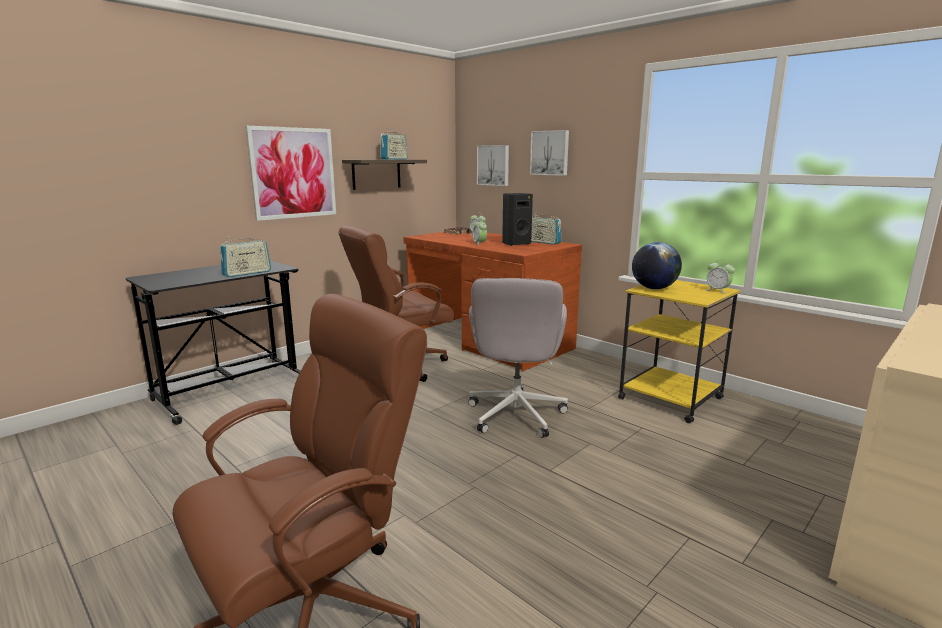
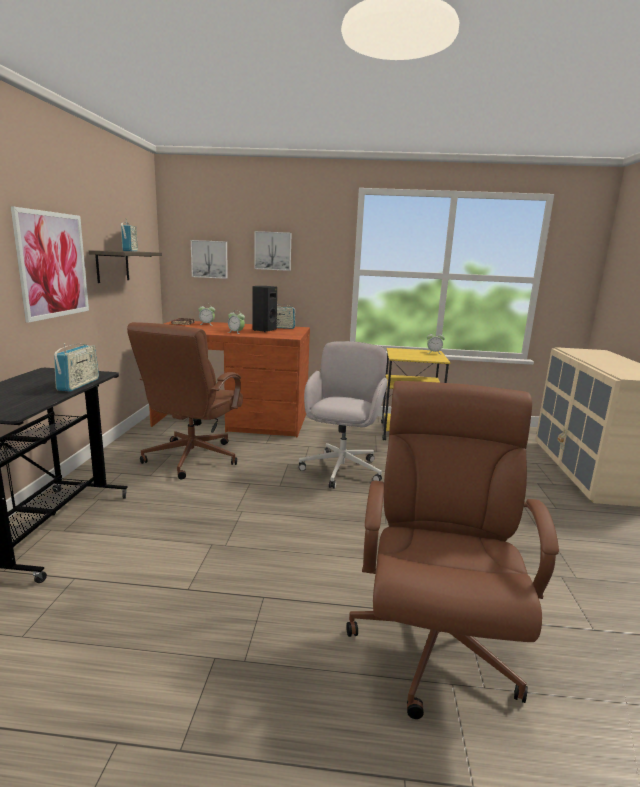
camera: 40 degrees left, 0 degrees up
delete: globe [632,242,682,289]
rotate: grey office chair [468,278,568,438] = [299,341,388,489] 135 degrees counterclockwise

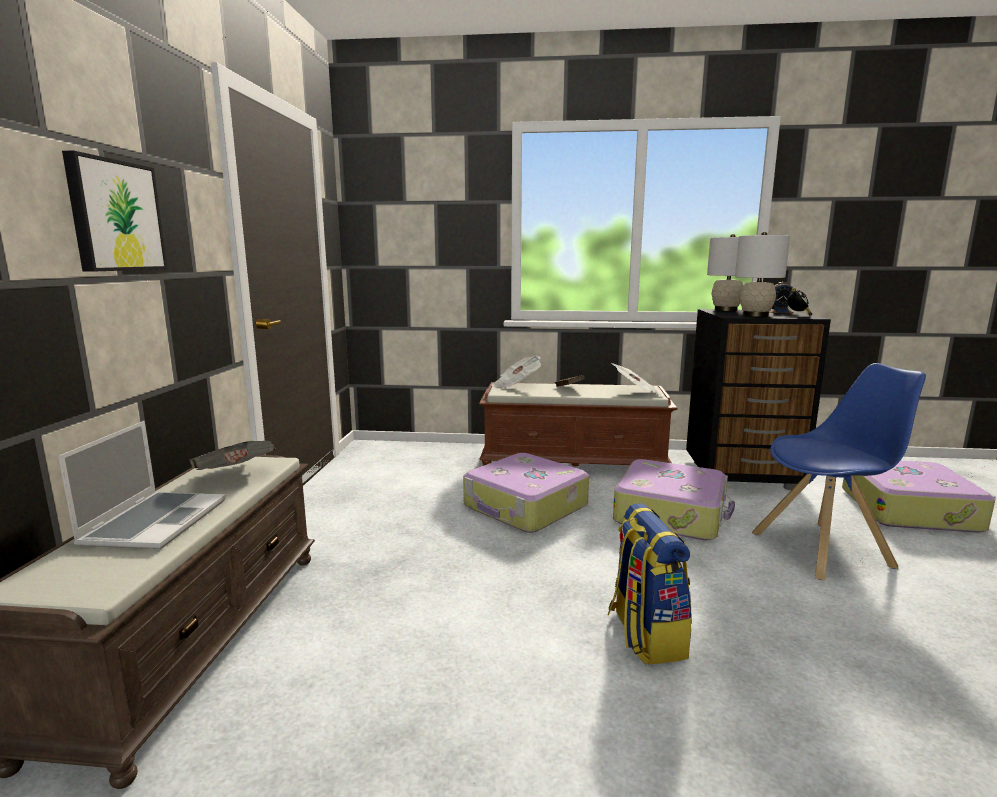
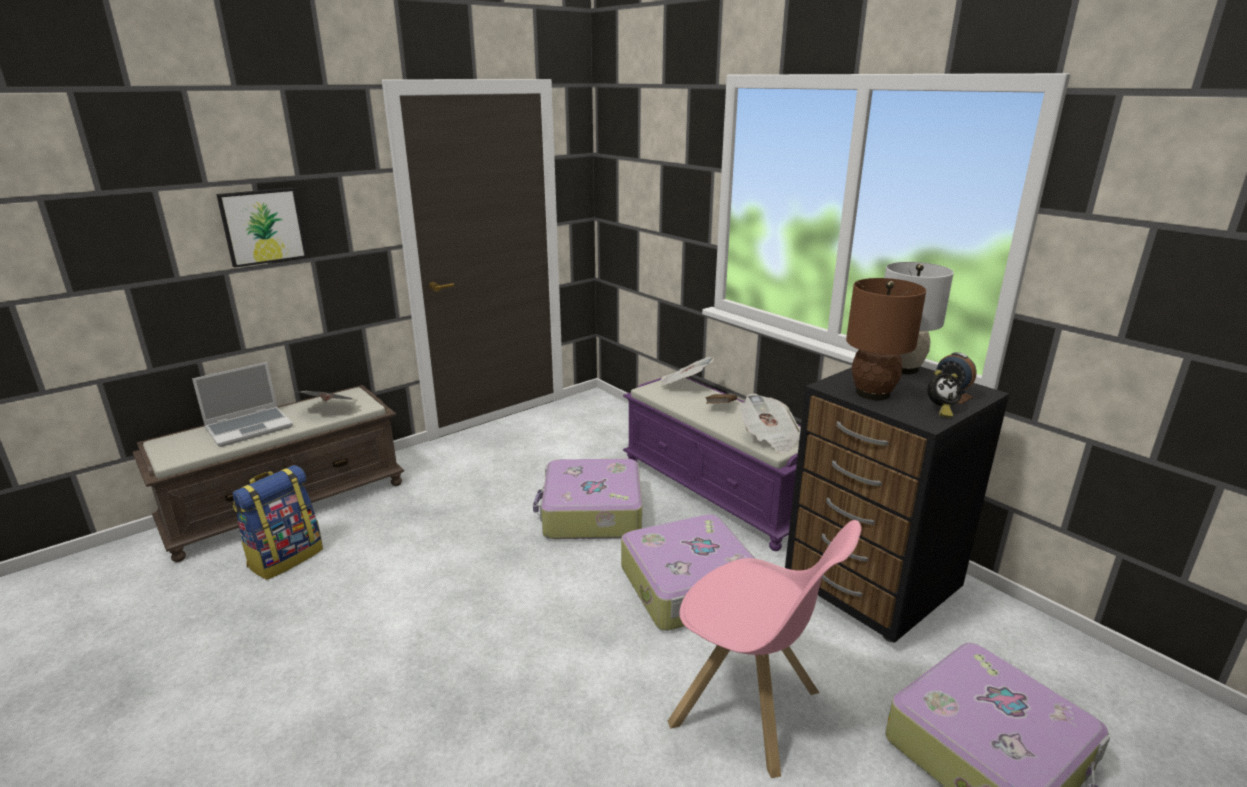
camera: 45 degrees right, 10 degrees up
move: backpack [608,503,692,664] to [233,465,323,580]
recolor: white table lamp [735,232,790,317] to brown table lamp [846,278,926,400]; blue chair [752,363,926,581] to pink chair [668,520,861,778]; brown bench [479,382,678,466] to purple bench [623,377,801,551]

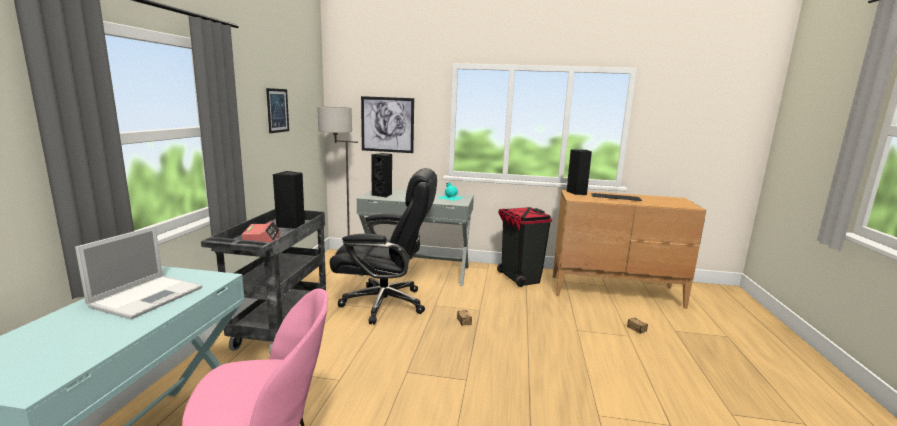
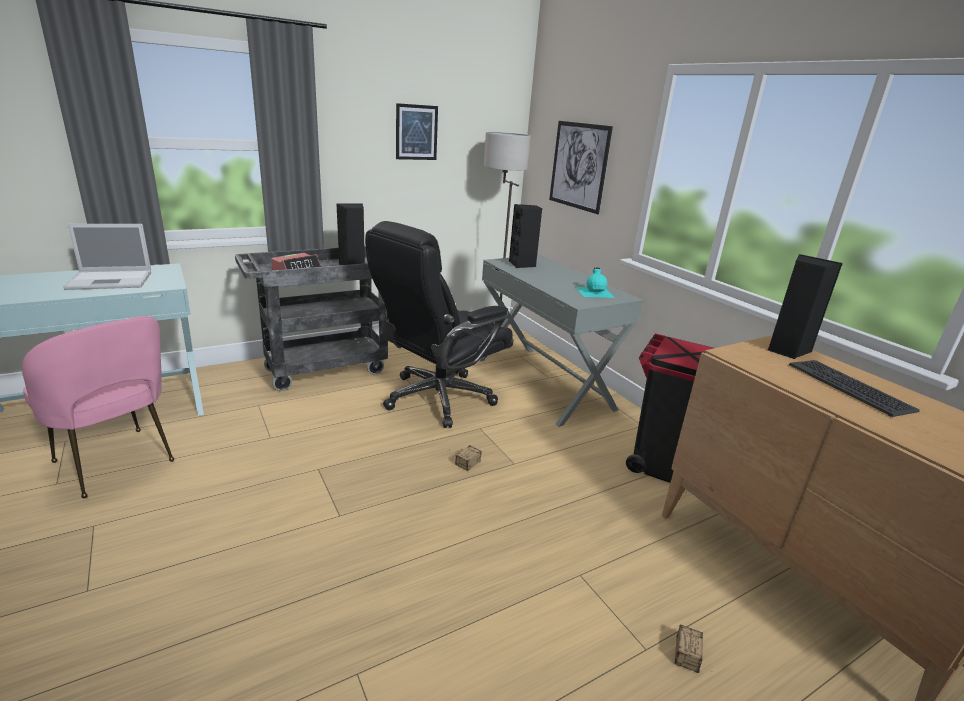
camera: 50 degrees right, 10 degrees up
rotate: black office chair [330,168,437,325] = [365,221,513,428] 75 degrees clockwise

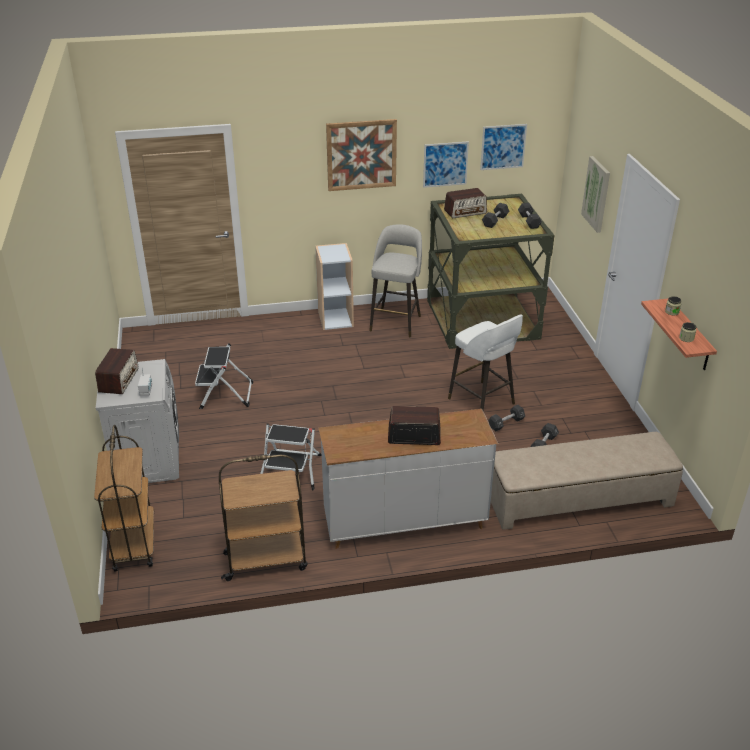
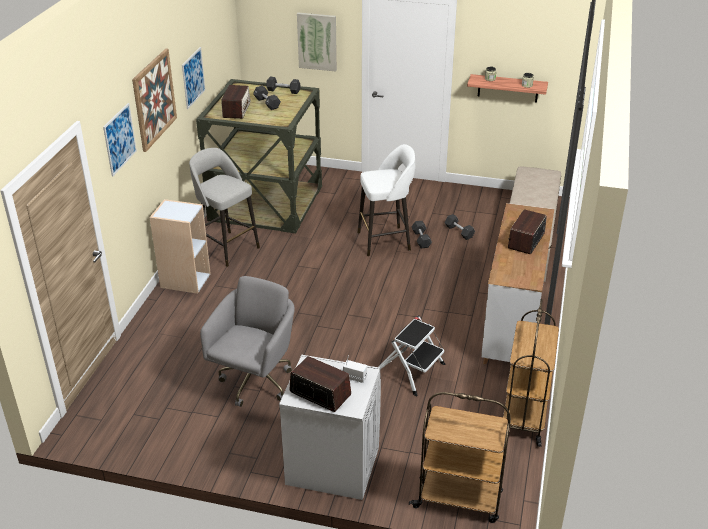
camera: 65 degrees left, 0 degrees up
move: picture [480,124,527,170] to [103,103,137,176]
replace: step ladder [195,343,253,409] to grey office chair [200,276,295,407]

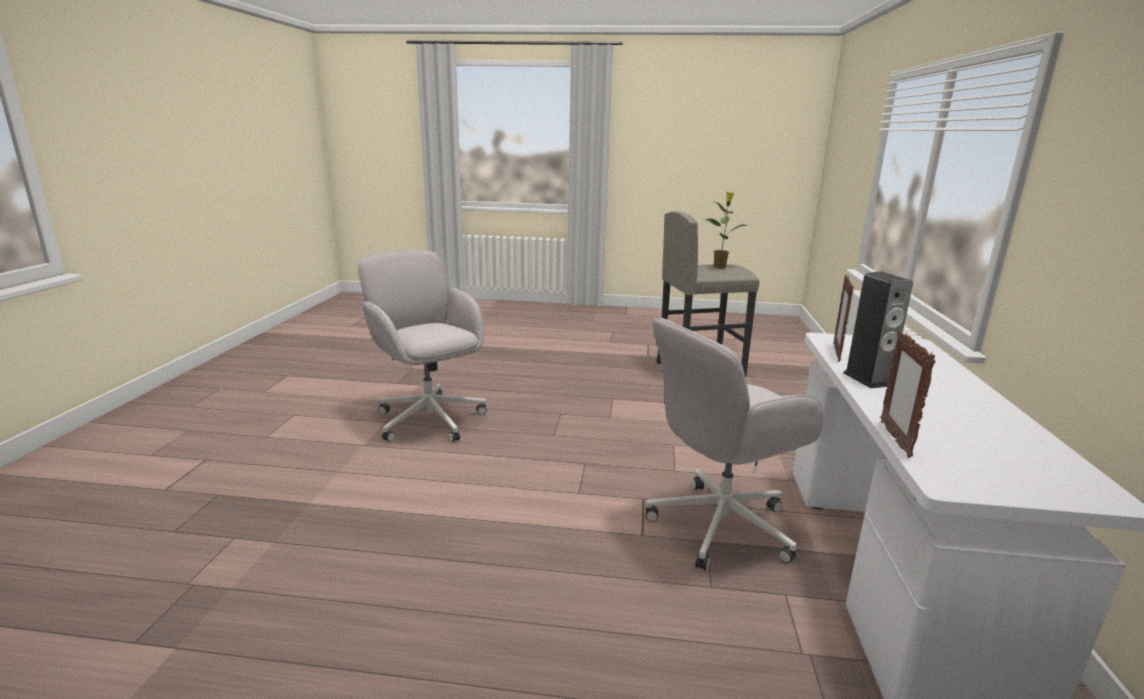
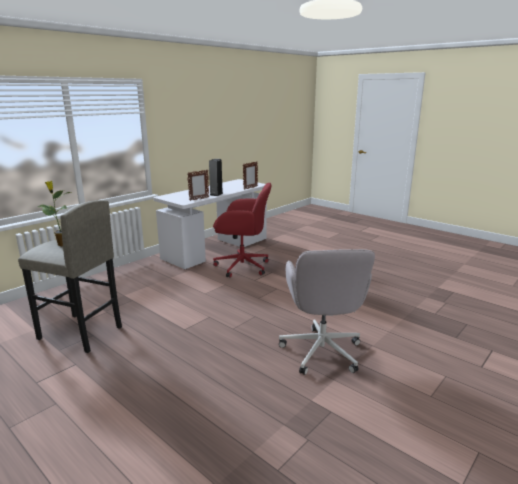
camera: 145 degrees left, 0 degrees up
recolor: grey office chair [645,317,823,571] to red office chair [213,183,271,278]

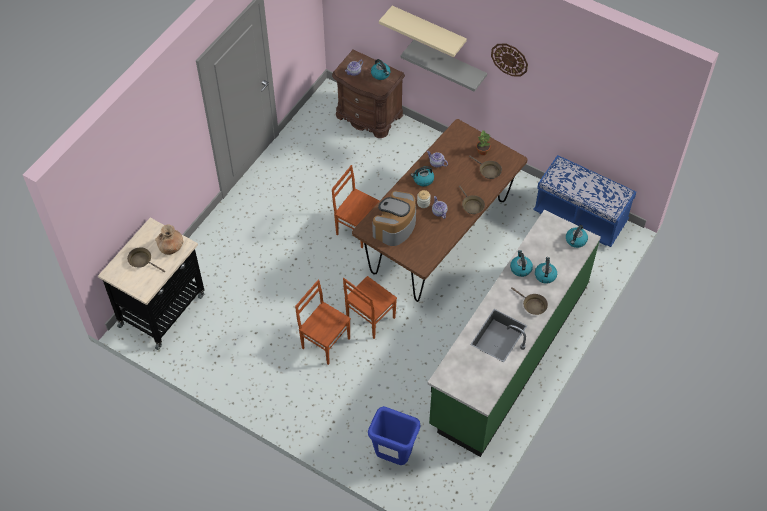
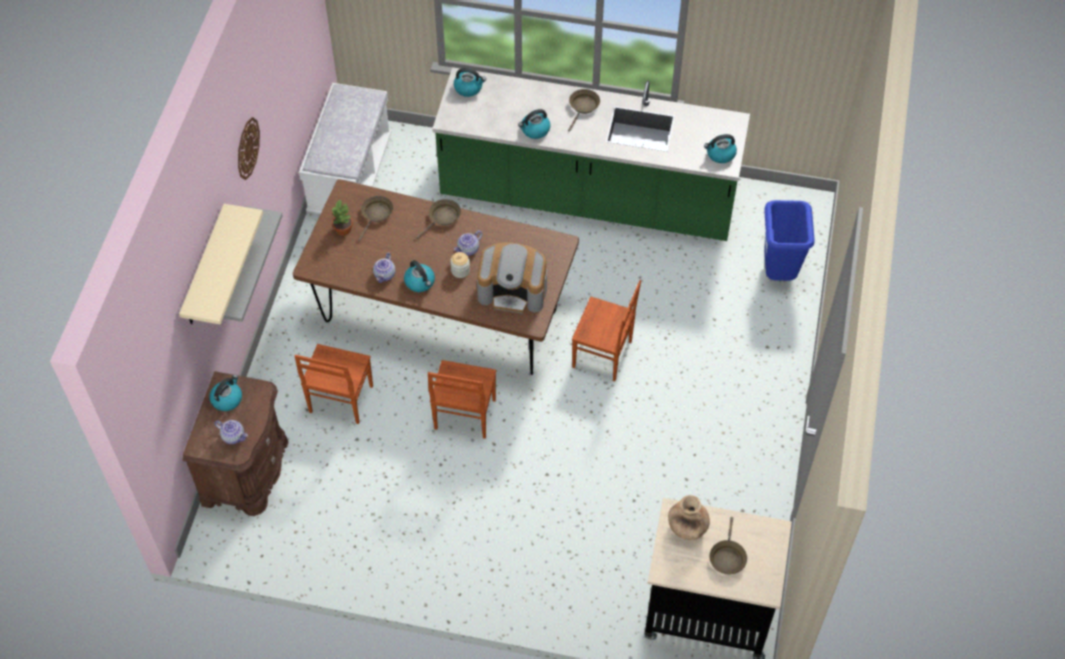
camera: 110 degrees left, 0 degrees up
move: kettle [535,257,557,284] to [704,134,737,163]; brown chair [295,280,351,365] to [295,344,373,424]
recolor: blue bench [533,155,636,247] to white bench [299,83,392,214]

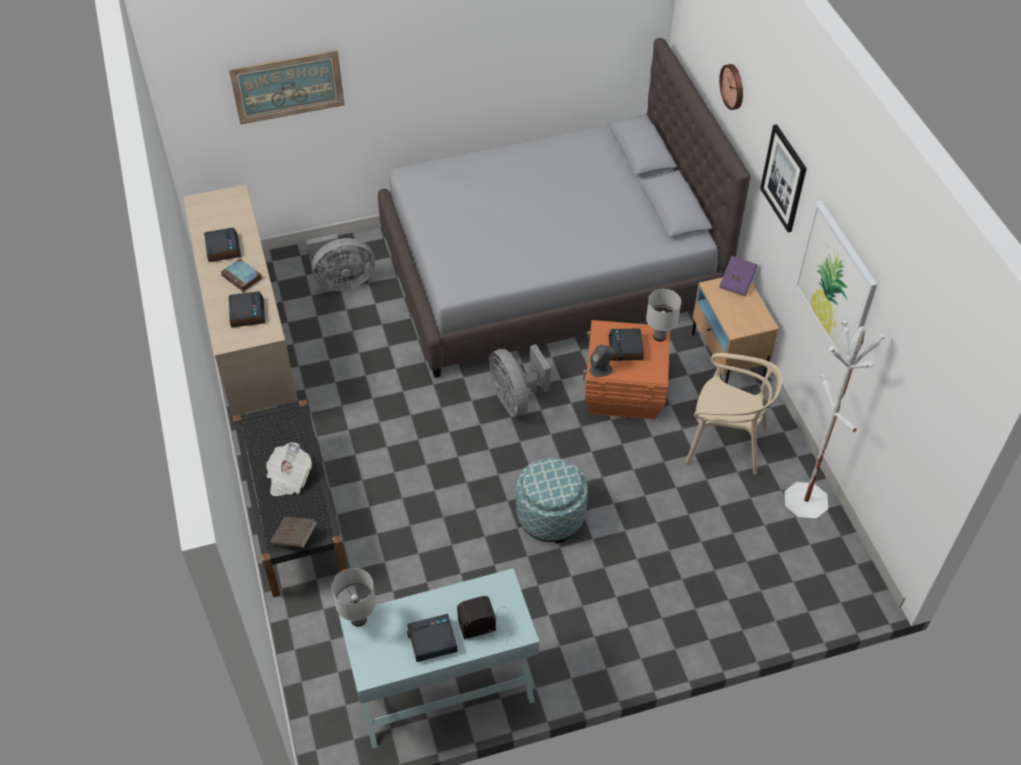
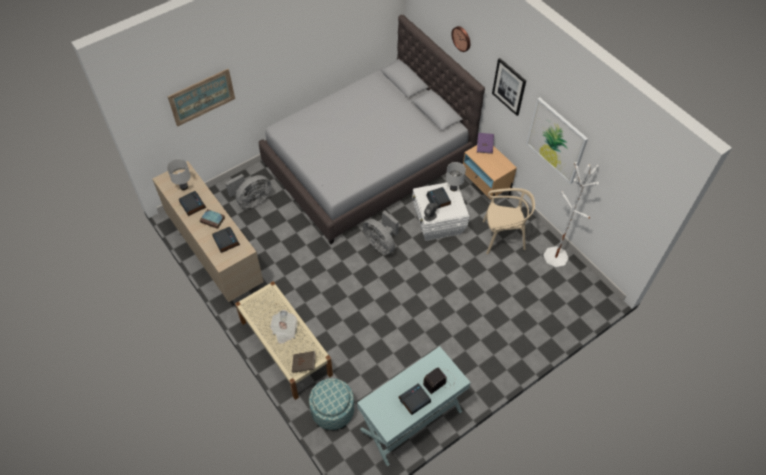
camera: 20 degrees left, 5 degrees up
move: ottoman [516,458,588,544] to [309,378,354,430]; white table lamp [332,568,376,626] to [167,159,191,190]
recolor: orange storage box [583,320,670,420] to white storage box [412,182,469,241]; black bench [233,400,347,597] to beige bench [235,281,333,400]

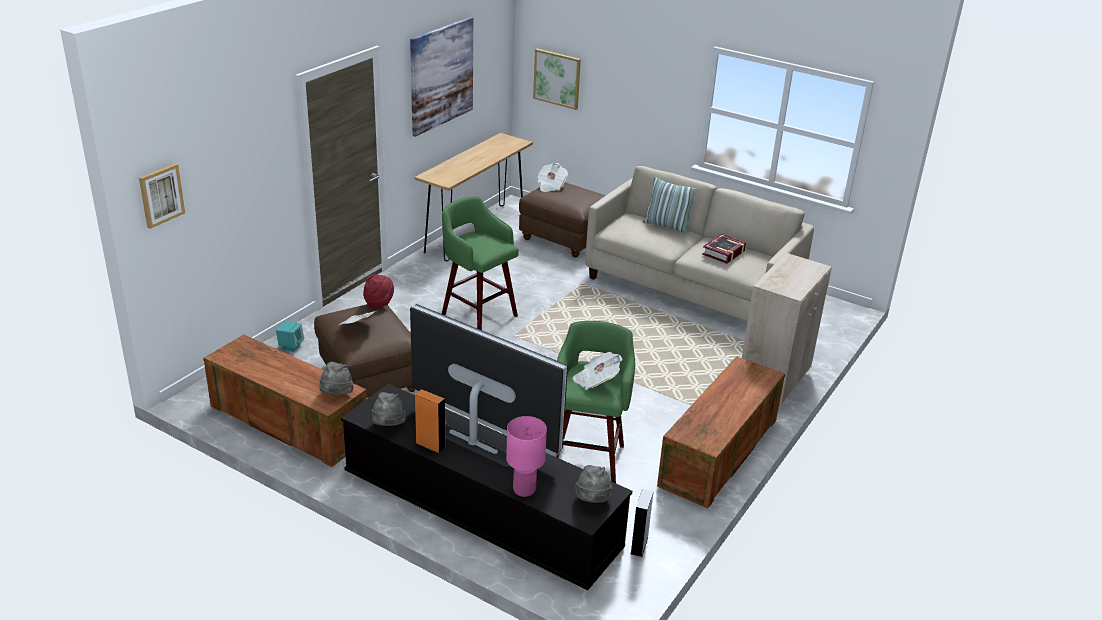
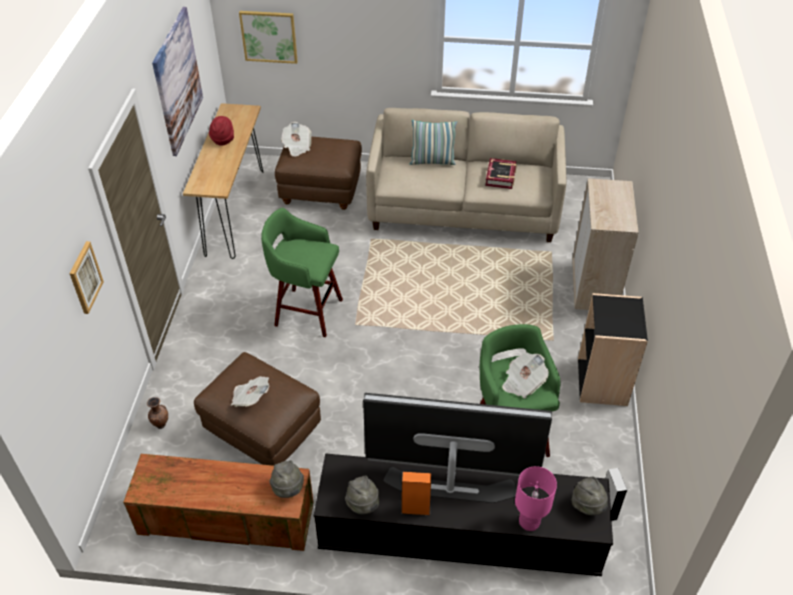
camera: 25 degrees left, 15 degrees up
move: picture [139,163,185,229] to [70,241,104,314]; red hat [363,274,394,308] to [209,116,234,146]
replace: turquoise speaker [276,322,304,352] to brown vase [147,397,168,429]; brown bench [657,356,785,508] to black bookcase [578,293,648,406]

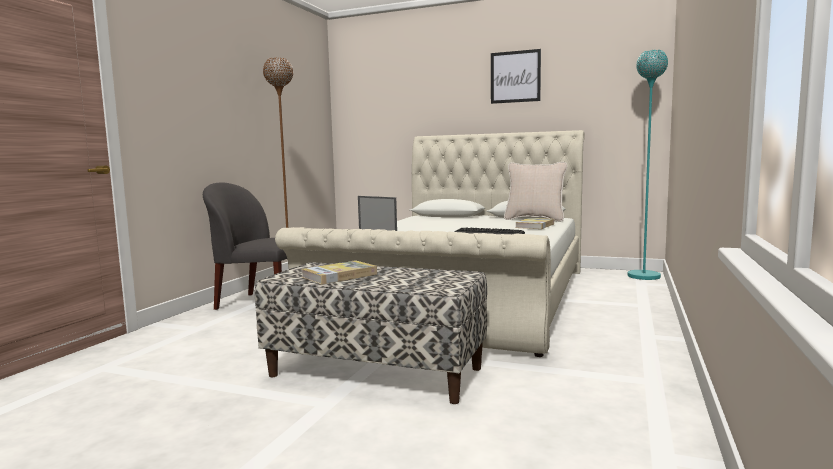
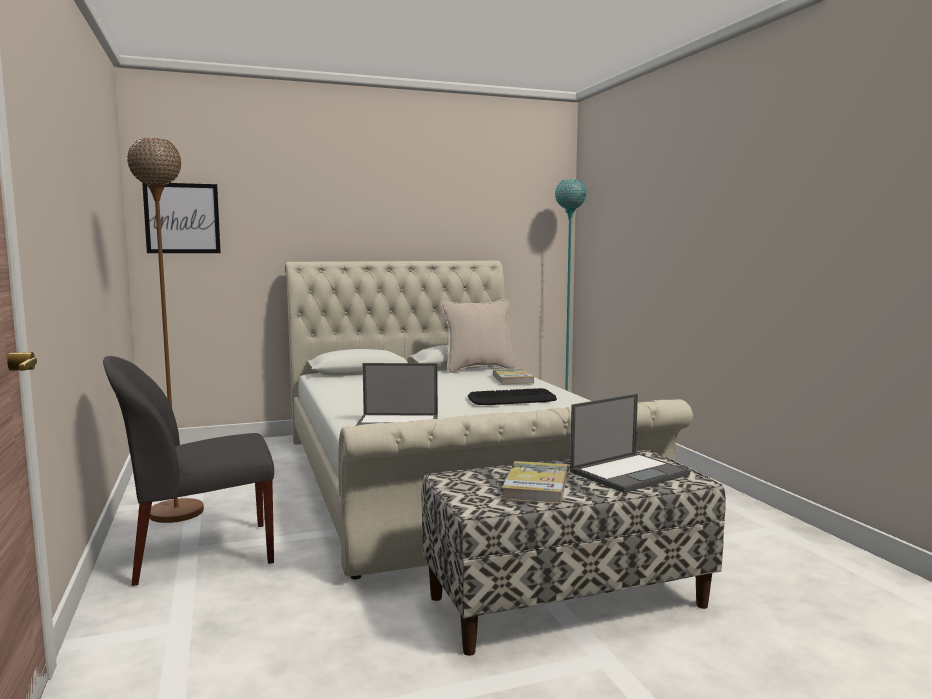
camera: 40 degrees left, 0 degrees up
insert: laptop [570,394,690,493]
move: picture [491,49,541,104] to [142,182,221,253]

